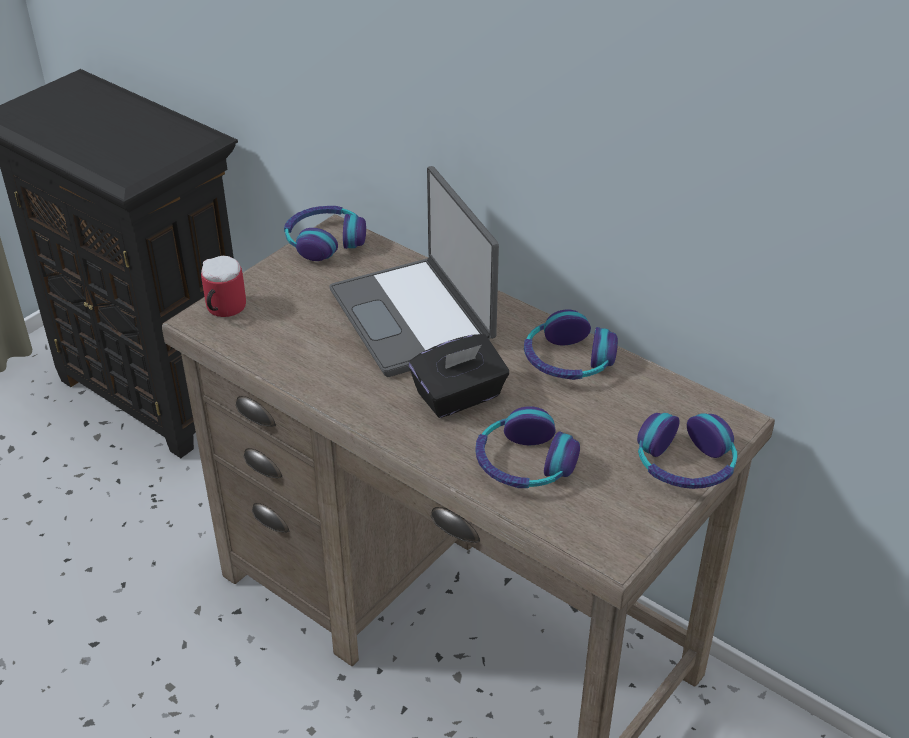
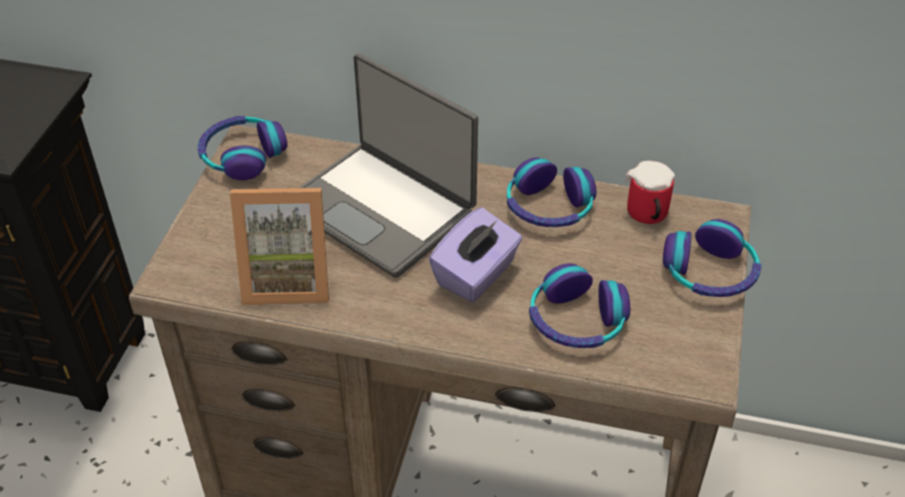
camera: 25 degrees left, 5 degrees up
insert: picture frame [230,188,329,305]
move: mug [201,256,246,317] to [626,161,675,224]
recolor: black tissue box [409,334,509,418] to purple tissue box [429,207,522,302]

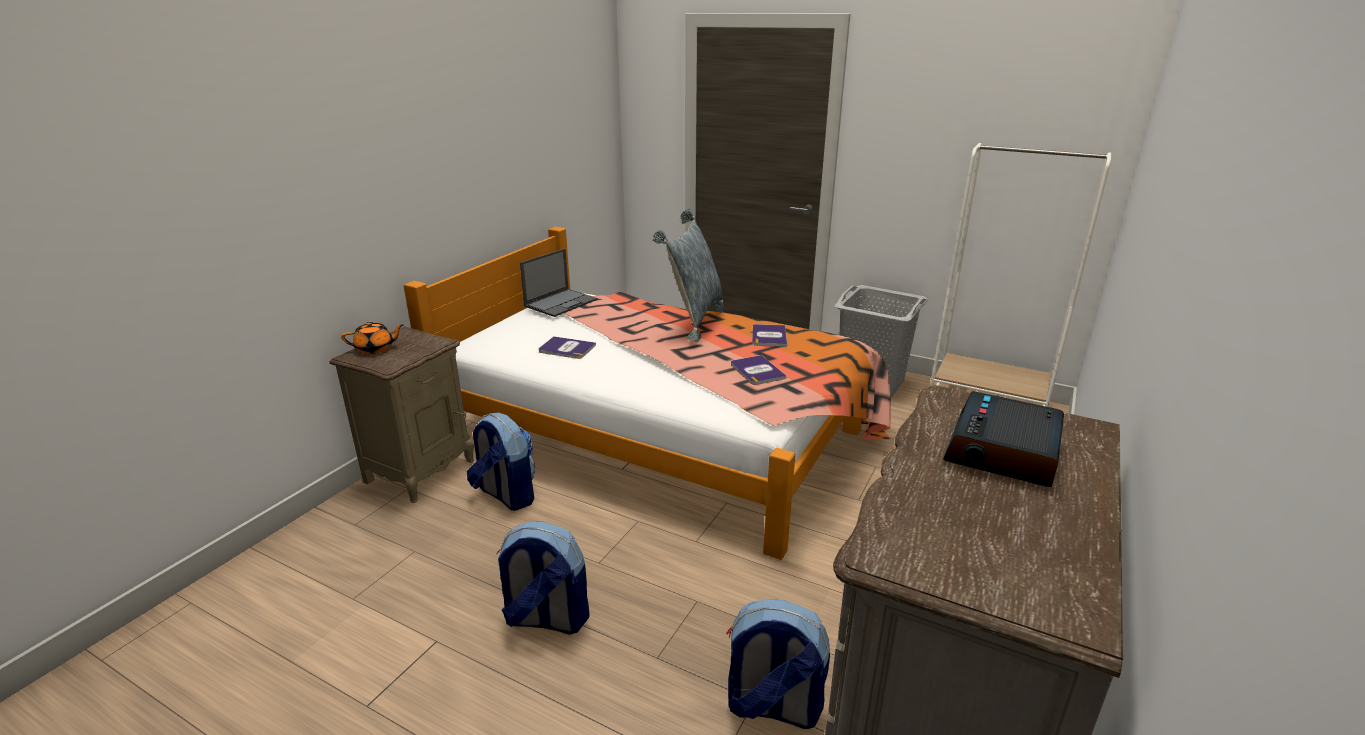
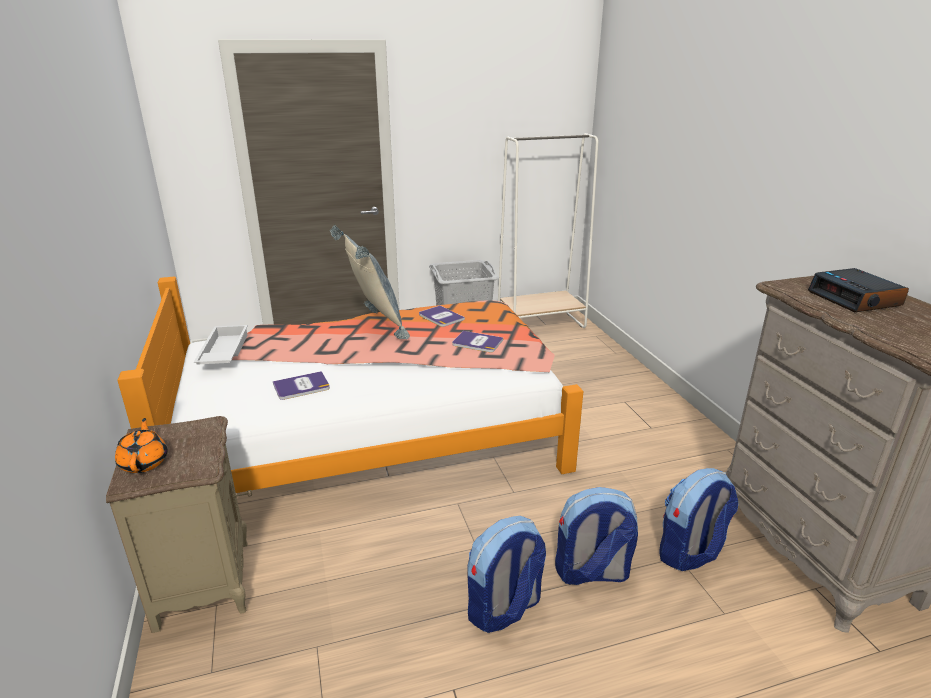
camera: 45 degrees left, 0 degrees up
move: backpack [467,413,535,511] to [555,487,638,585]
replace: laptop [520,248,597,317] to white tray [194,325,248,365]
rotate: orange teapot [341,322,403,354] = [115,418,167,473] 45 degrees counterclockwise

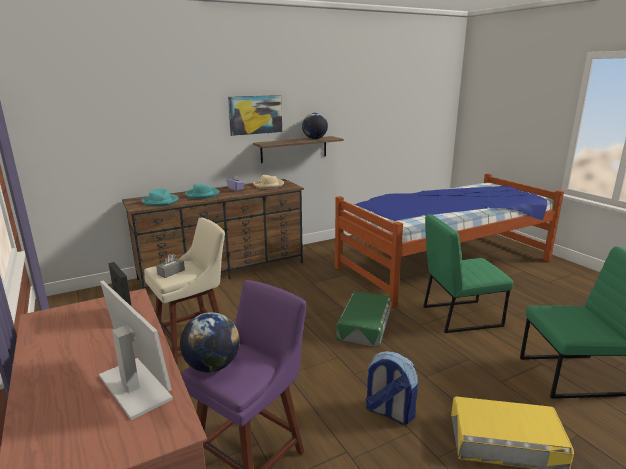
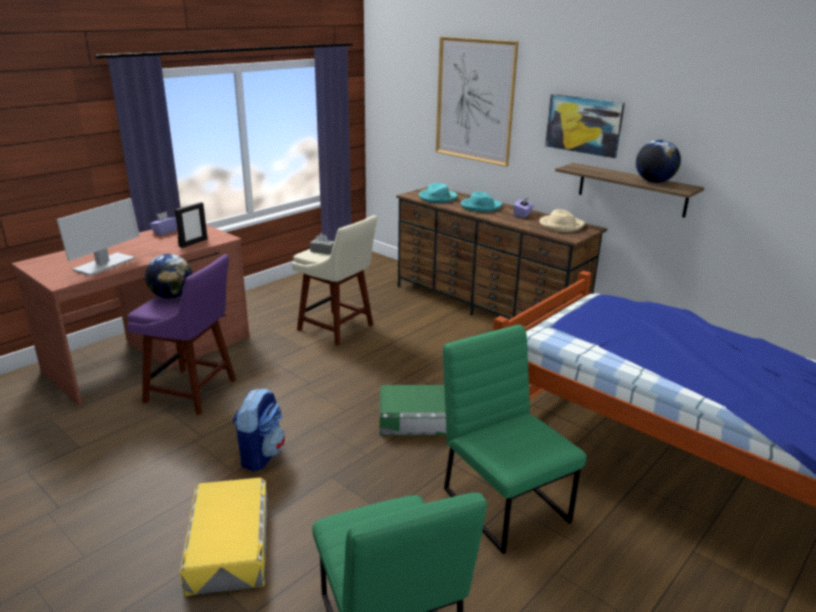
camera: 70 degrees right, 5 degrees up
insert: picture [436,36,519,167]; purple tissue box [150,212,177,235]

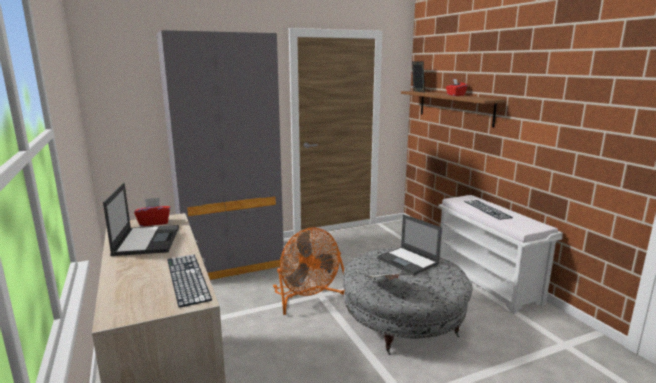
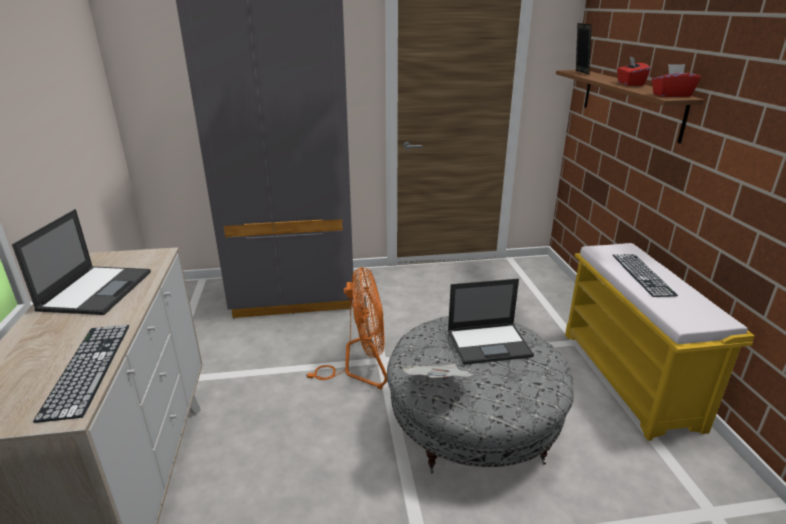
camera: 15 degrees right, 10 degrees up
move: red tissue box [134,198,170,226] to [652,64,701,97]
recolor: white bench [438,195,563,314] to yellow bench [565,243,754,441]
rotate: laptop [377,214,442,275] = [448,279,534,365] 75 degrees counterclockwise; orange fan [273,228,345,315] = [305,267,387,390] 75 degrees counterclockwise

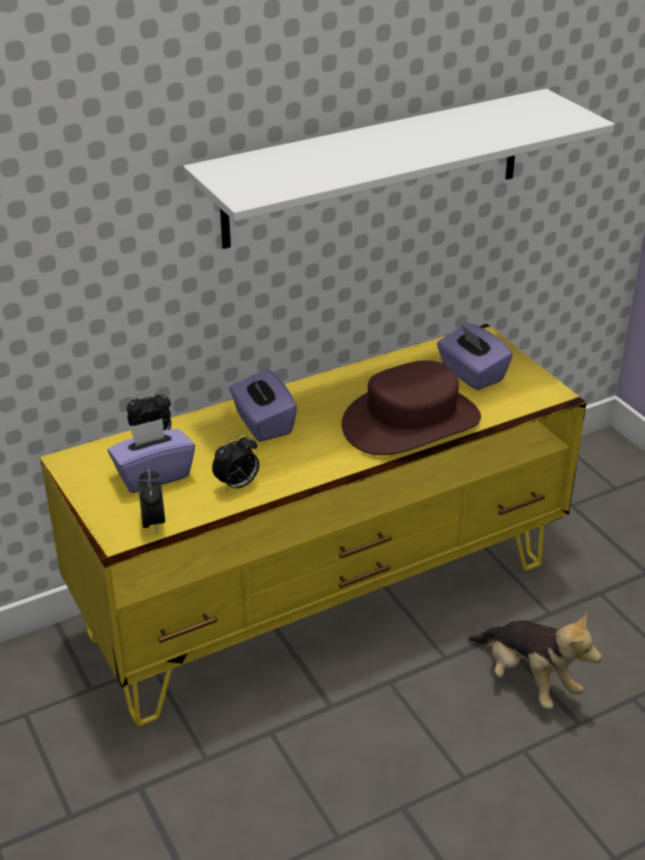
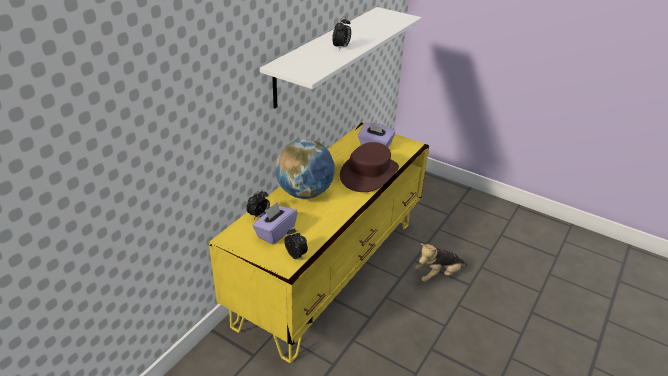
camera: 30 degrees left, 0 degrees up
move: alarm clock [212,434,259,492] to [332,16,351,50]
replace: purple tissue box [229,369,297,442] to globe [275,139,335,199]
rotate: plush toy [468,612,602,709] = [415,243,467,282] 135 degrees clockwise

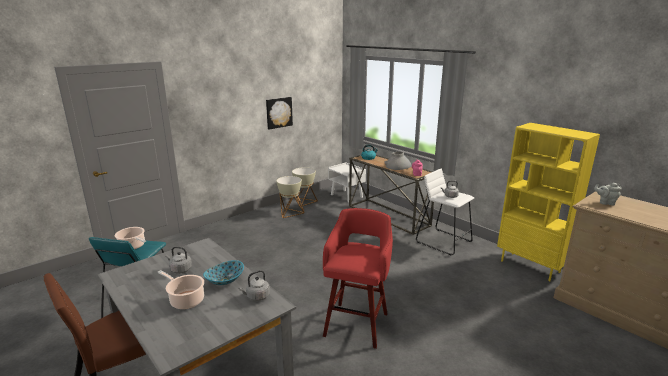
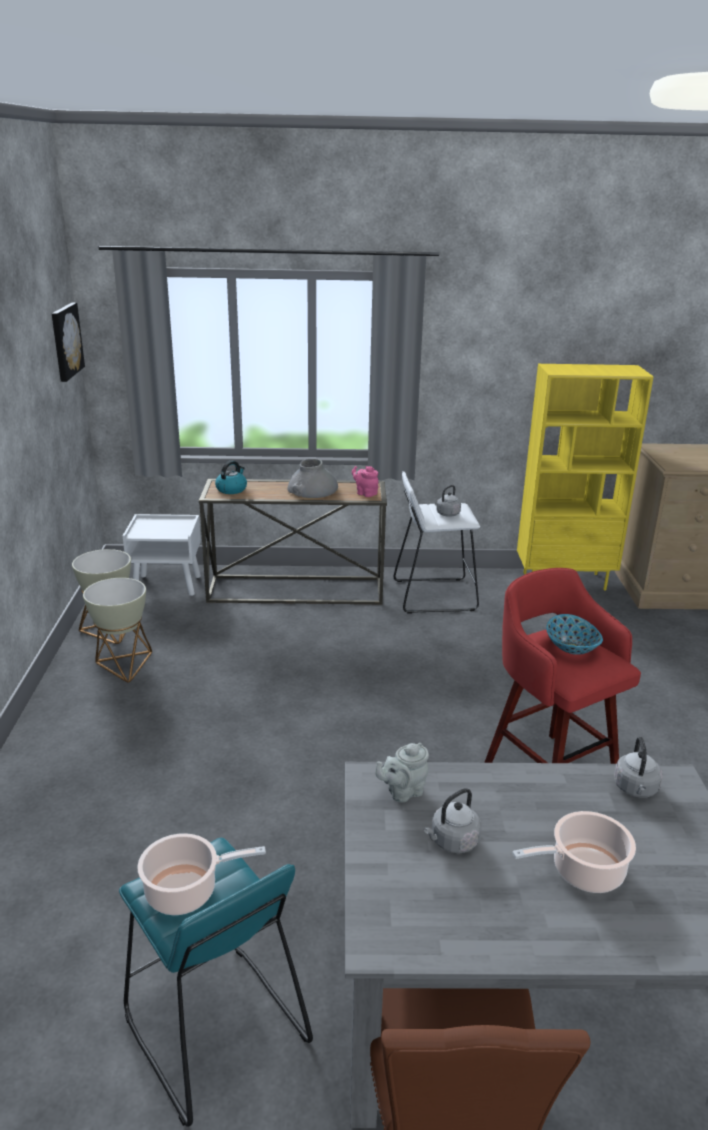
camera: 50 degrees left, 5 degrees up
move: picture [266,97,293,129] to [52,303,85,382]; grey teapot [594,183,622,205] to [375,743,429,802]; bowl [203,260,244,285] to [546,614,603,655]

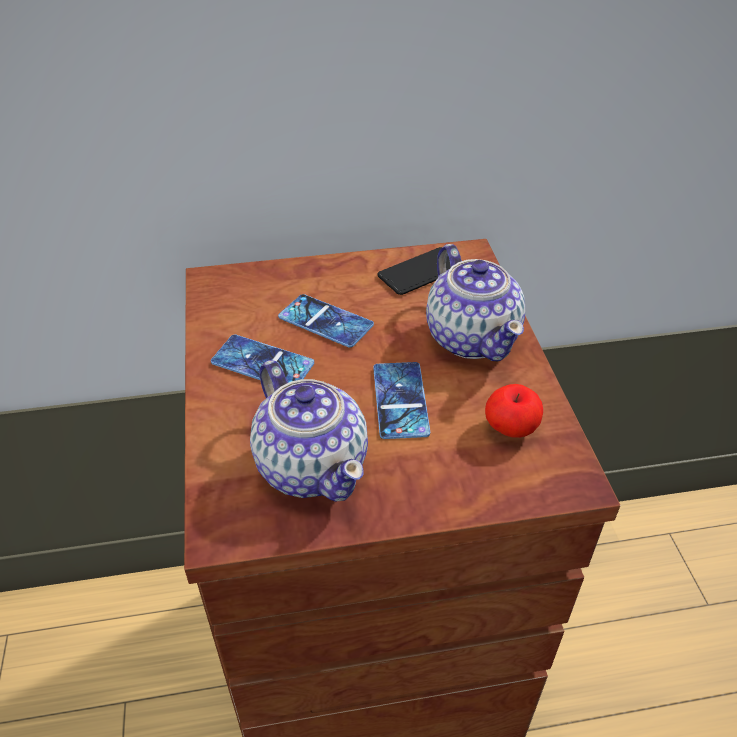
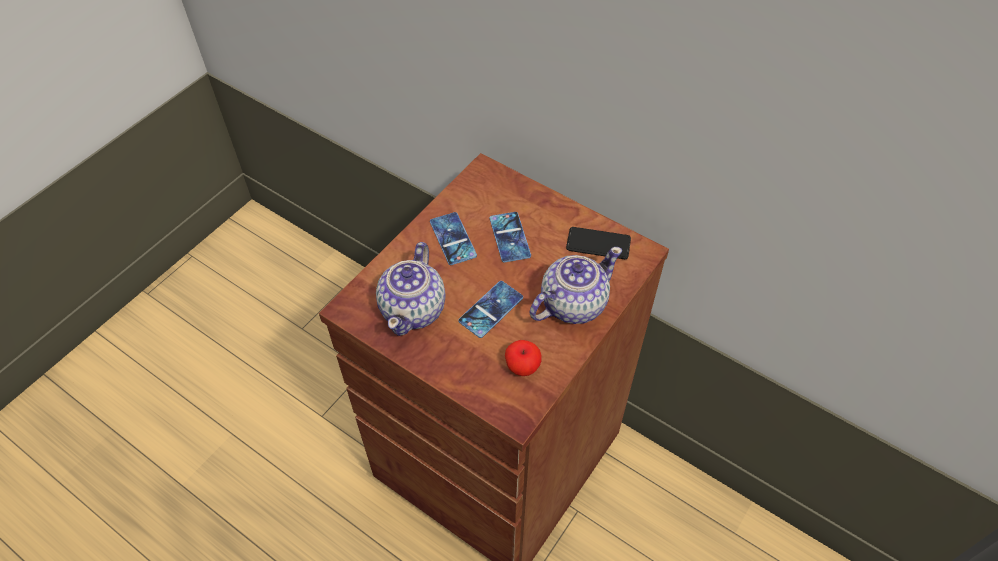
camera: 45 degrees right, 10 degrees up
rotate: teapot [426,244,525,361] = [529,247,622,324] 150 degrees counterclockwise

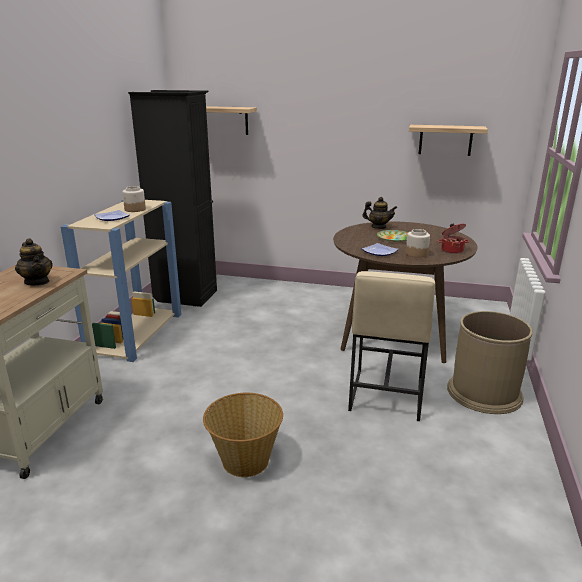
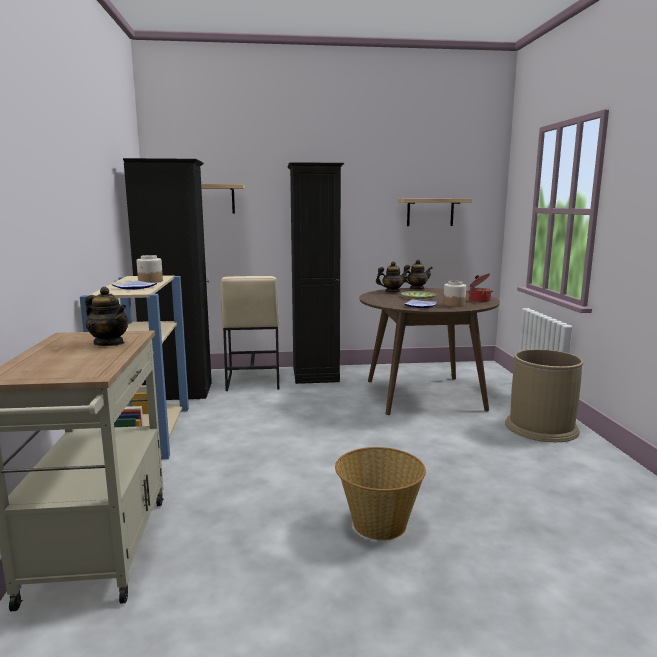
camera: 20 degrees left, 10 degrees down
insert: black cabinet [287,162,344,384]; teapot [403,259,433,289]
move: beige chair [348,271,435,421] to [221,276,279,391]

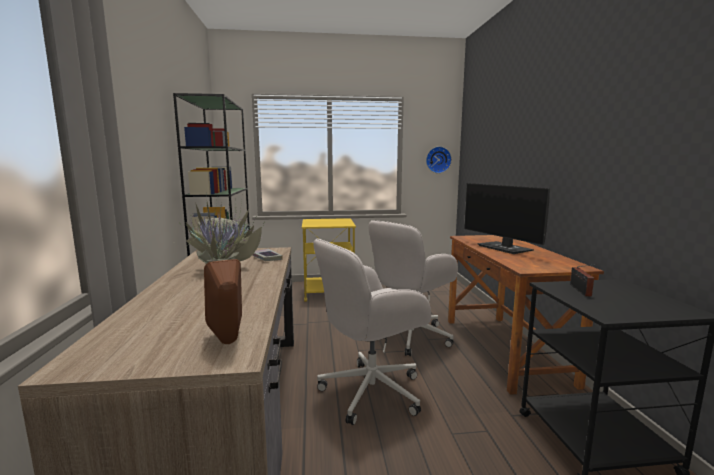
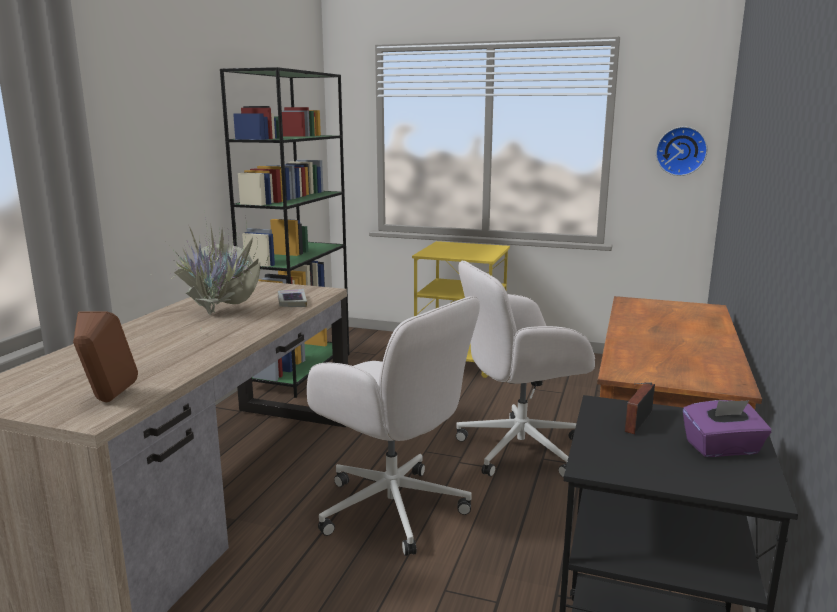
camera: 25 degrees right, 5 degrees up
delete: monitor [464,183,550,254]
insert: purple tissue box [683,400,771,457]
rotate: white office chair [313,238,431,425] = [307,296,480,556] 135 degrees counterclockwise

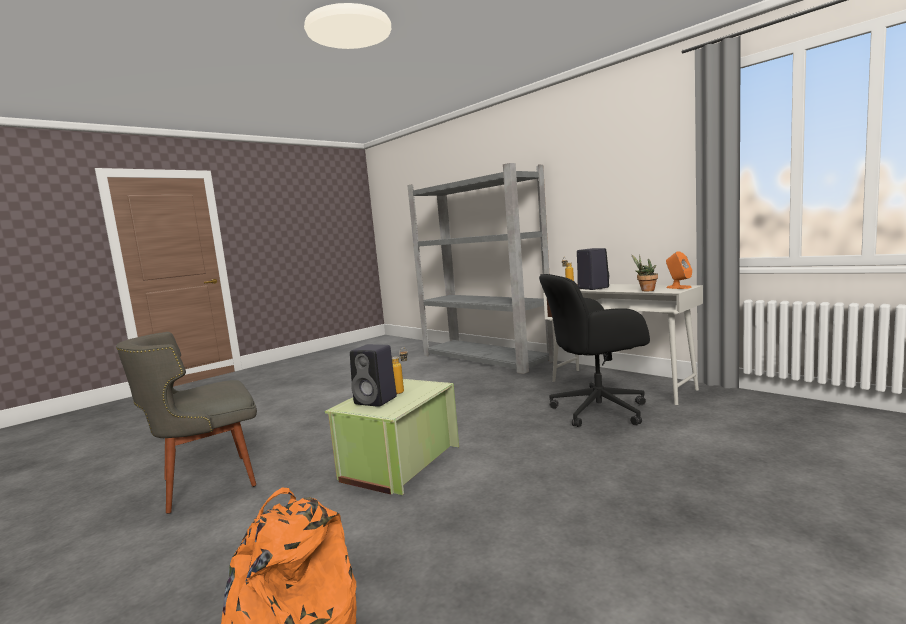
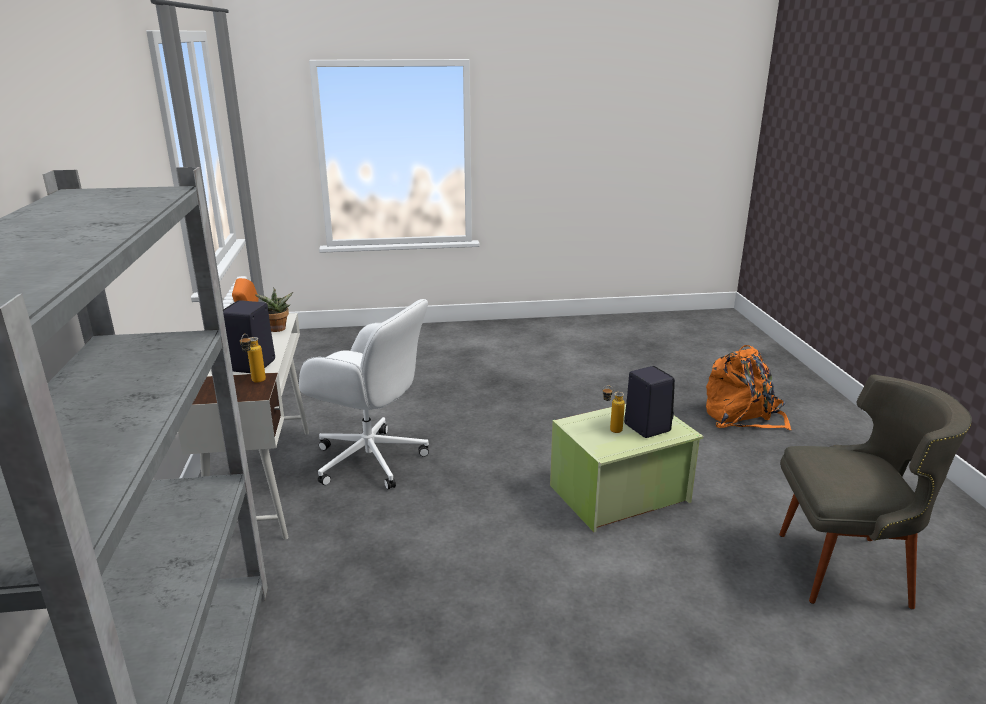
camera: 145 degrees left, 15 degrees up
recolor: black office chair [539,274,650,427] to white office chair [299,299,429,489]

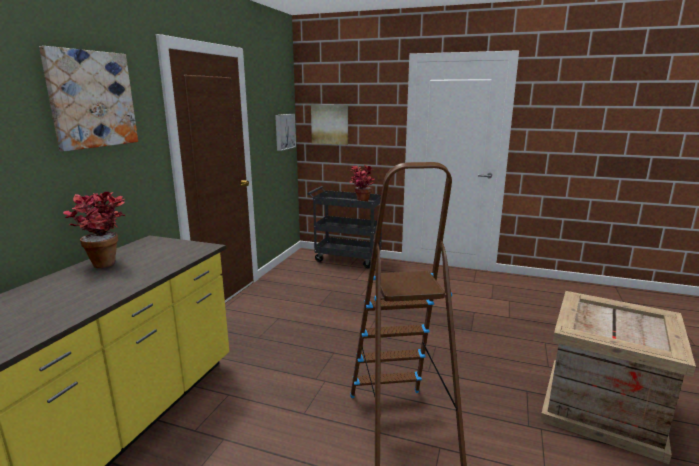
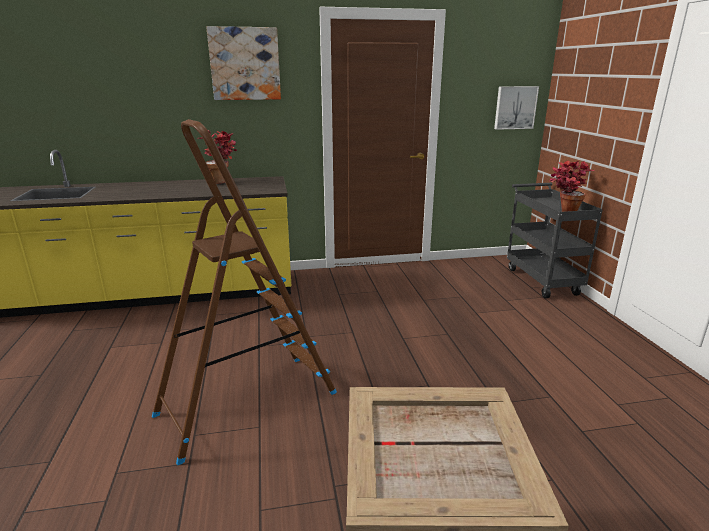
camera: 60 degrees right, 5 degrees up
delete: picture [311,104,348,145]

